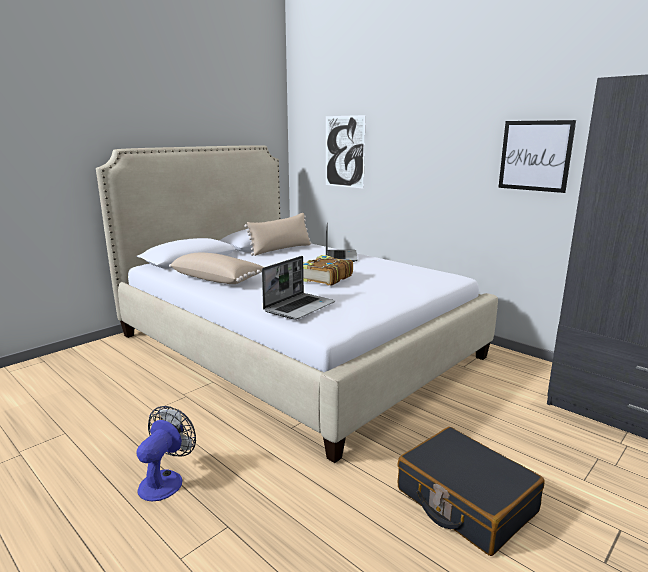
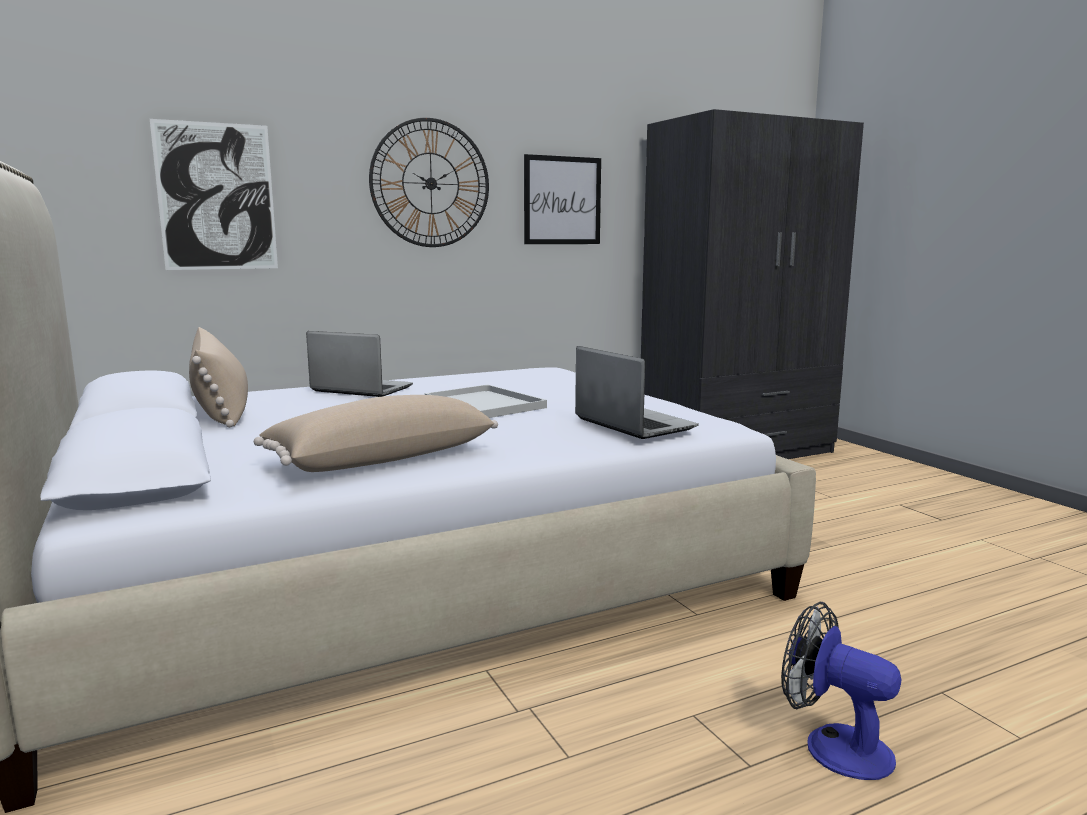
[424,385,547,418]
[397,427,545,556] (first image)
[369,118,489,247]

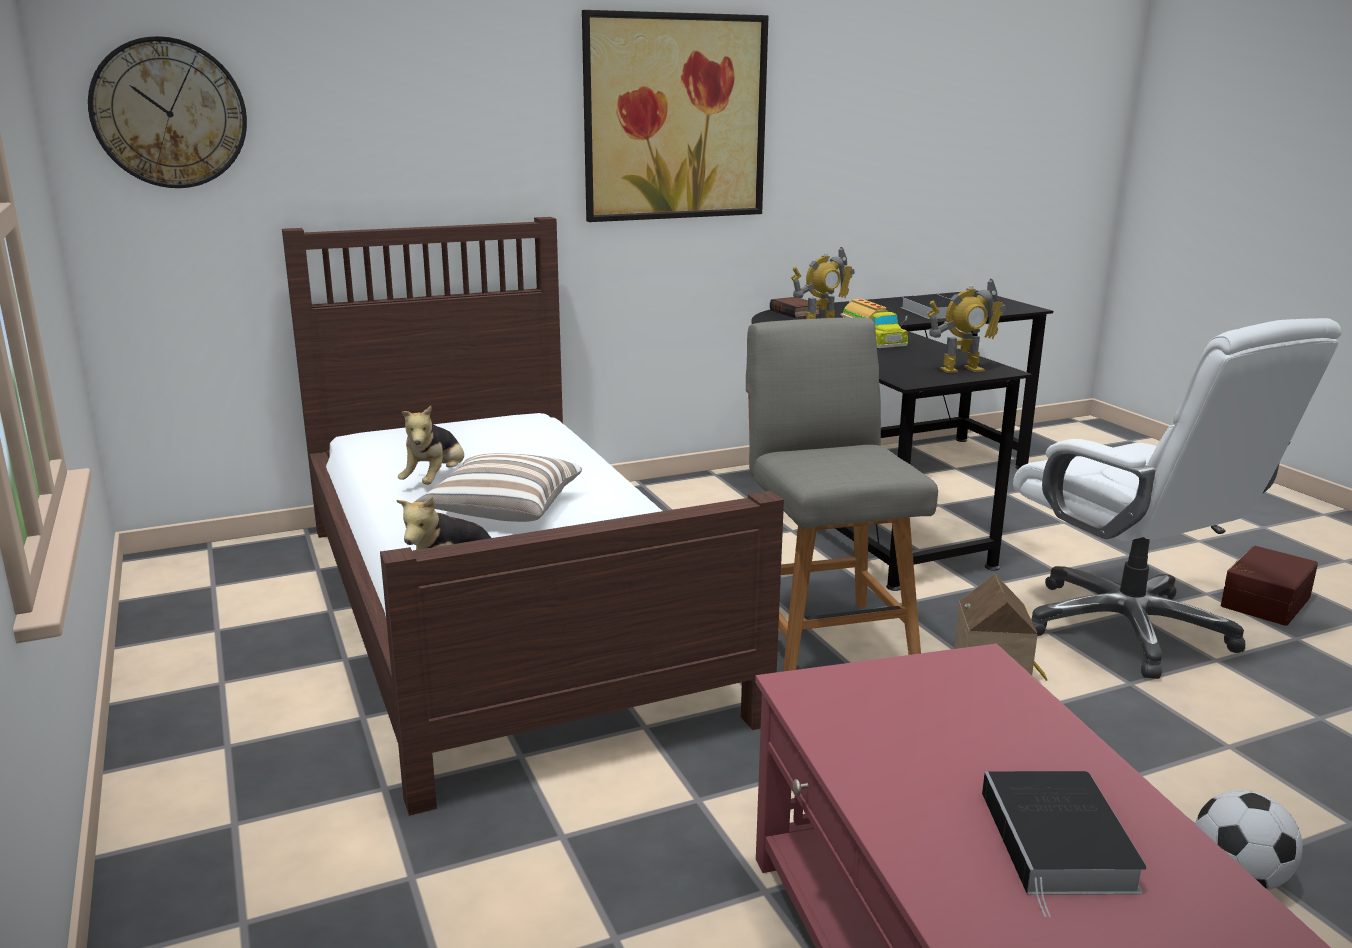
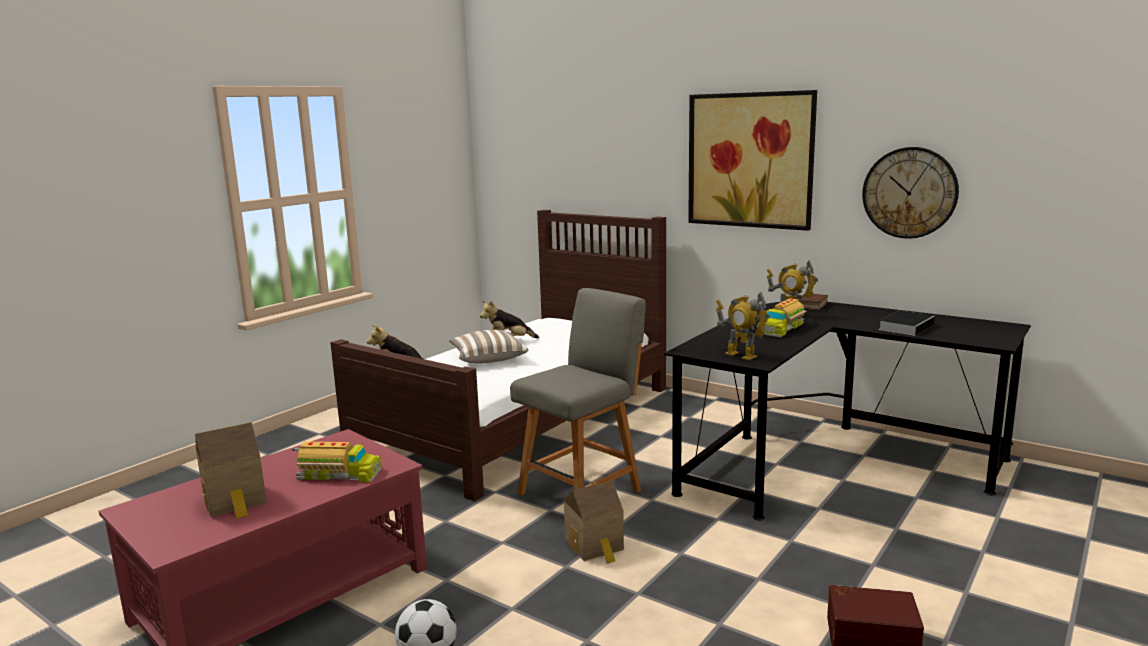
[862,147,959,239]
[195,422,267,519]
[1013,318,1341,679] (first image)
[291,442,382,482]

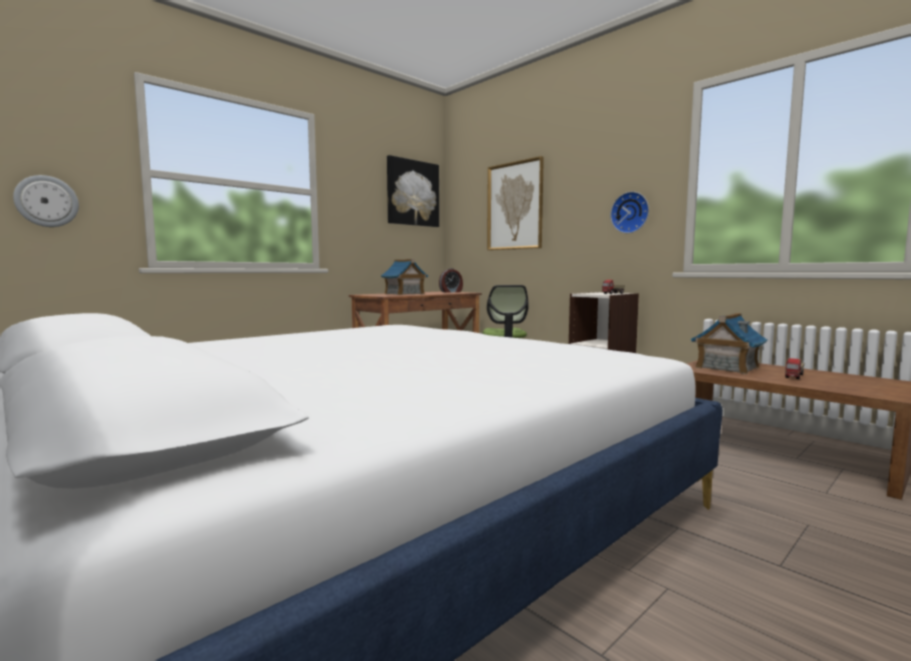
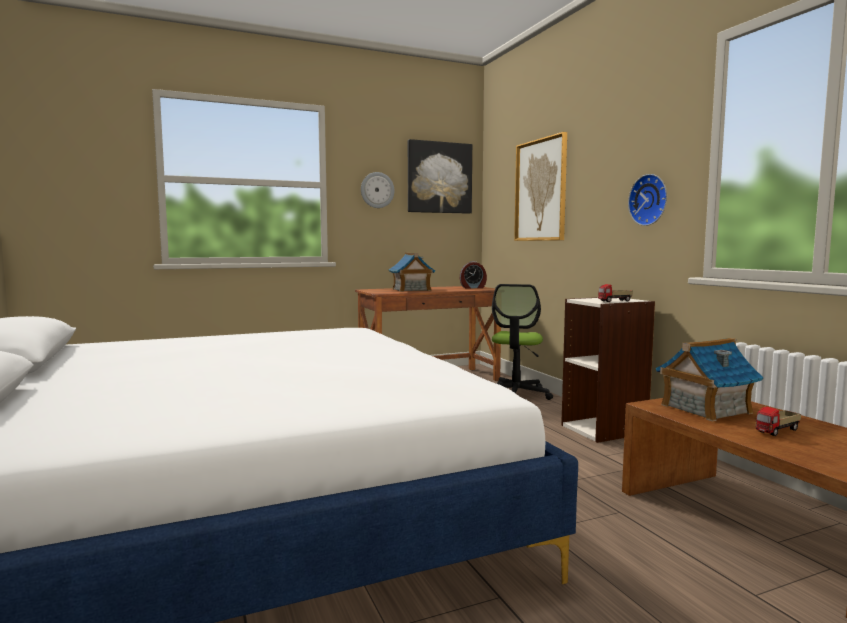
[361,172,394,208]

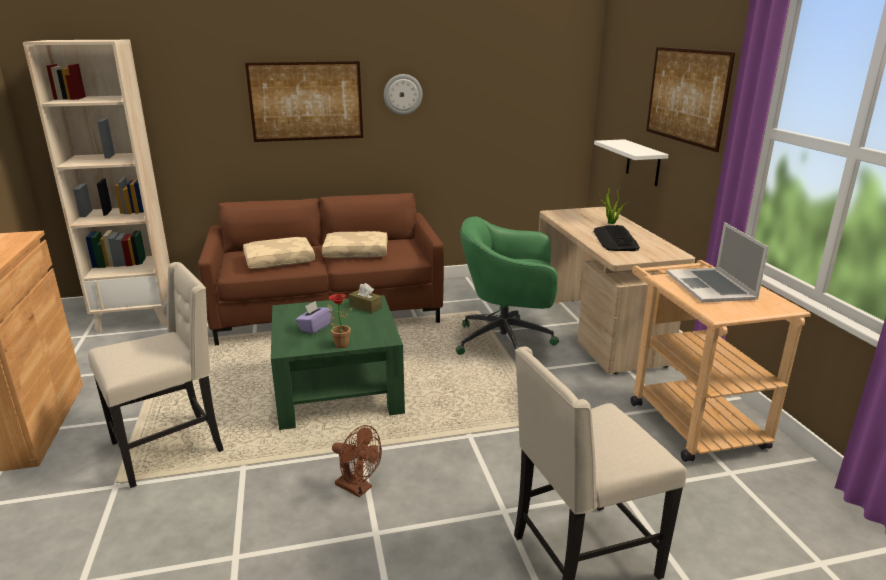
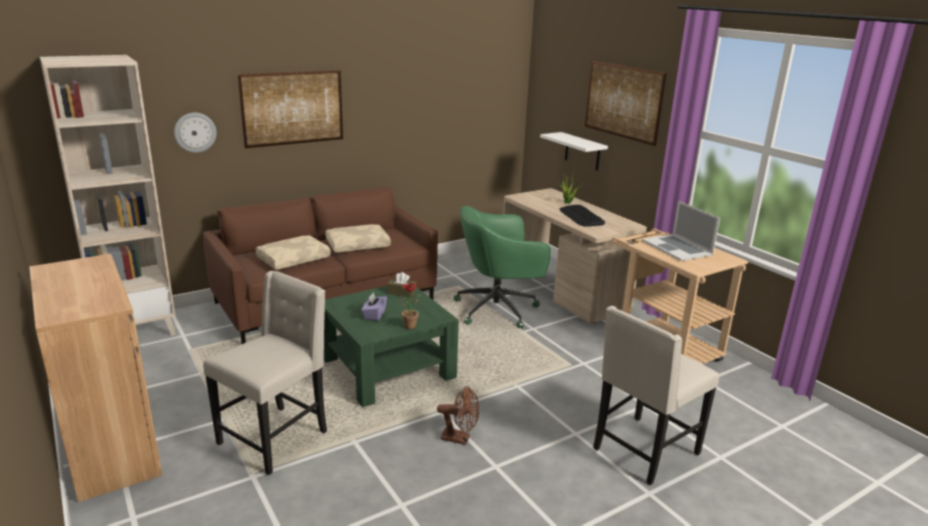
[174,113,216,153]

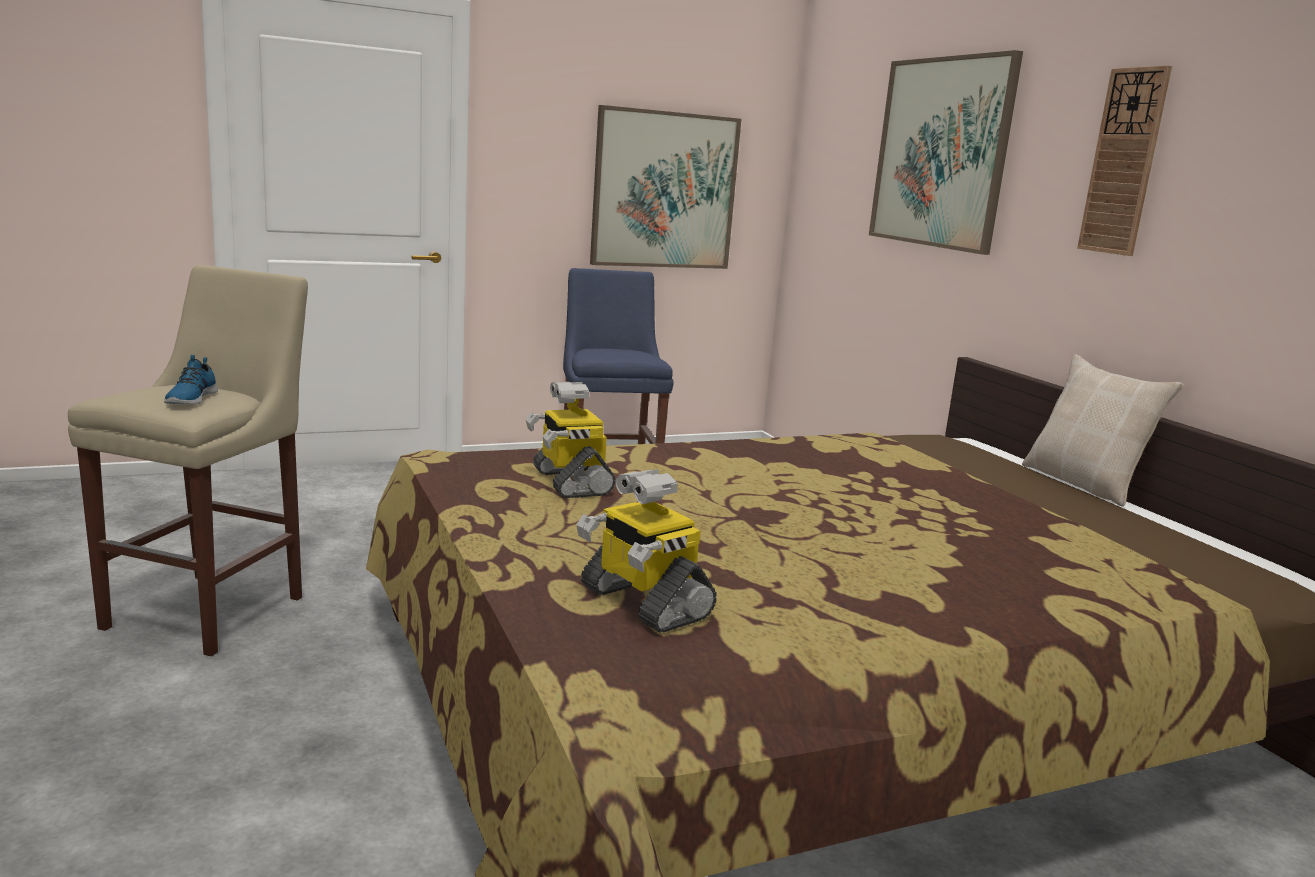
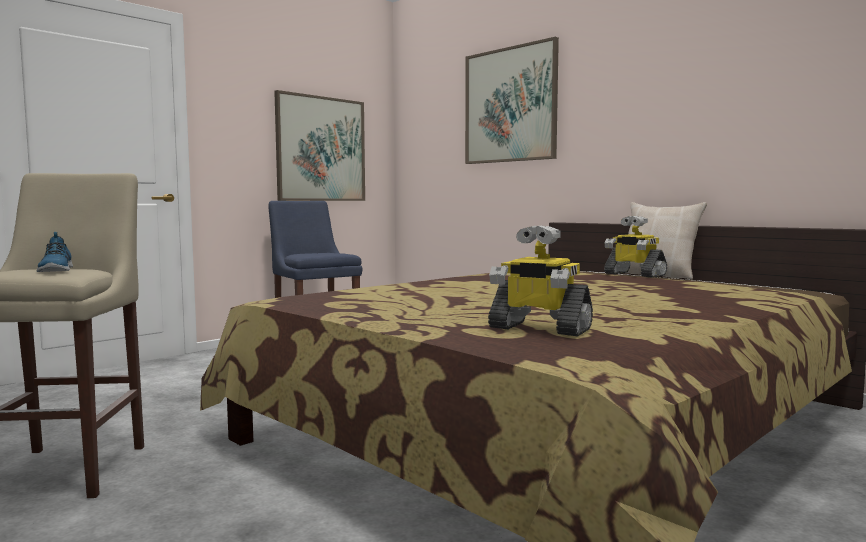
[604,216,667,278]
[1077,65,1172,256] (first image)

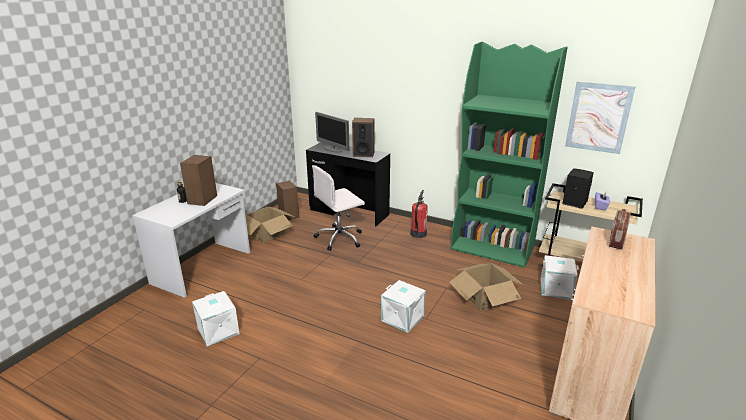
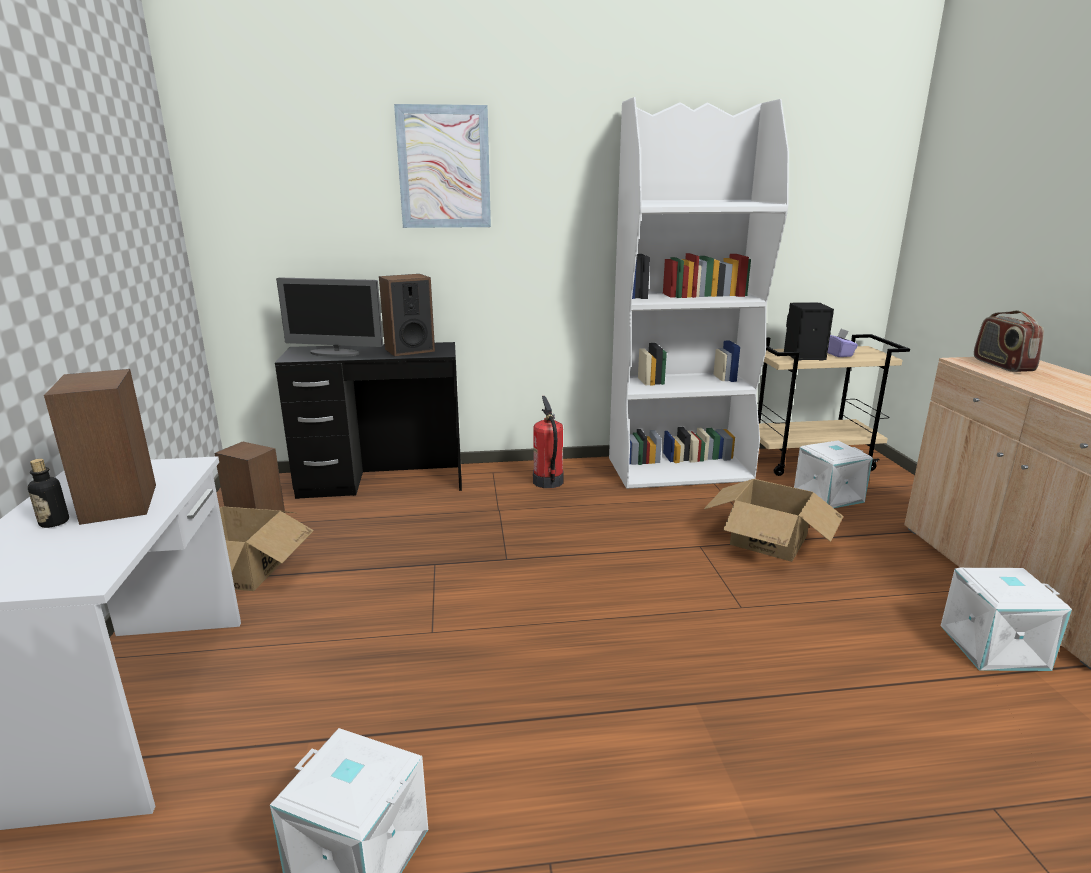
[312,165,365,251] (first image)
[941,568,1072,671]
[609,97,789,489]
[394,104,491,228]

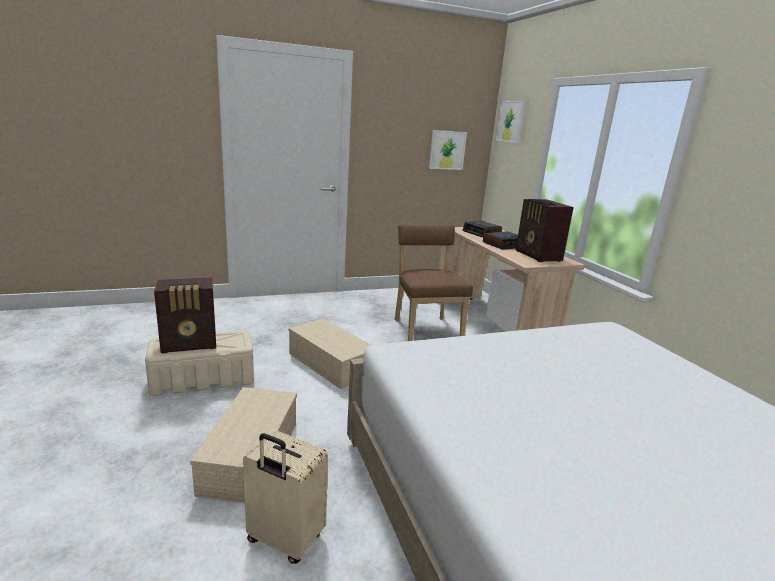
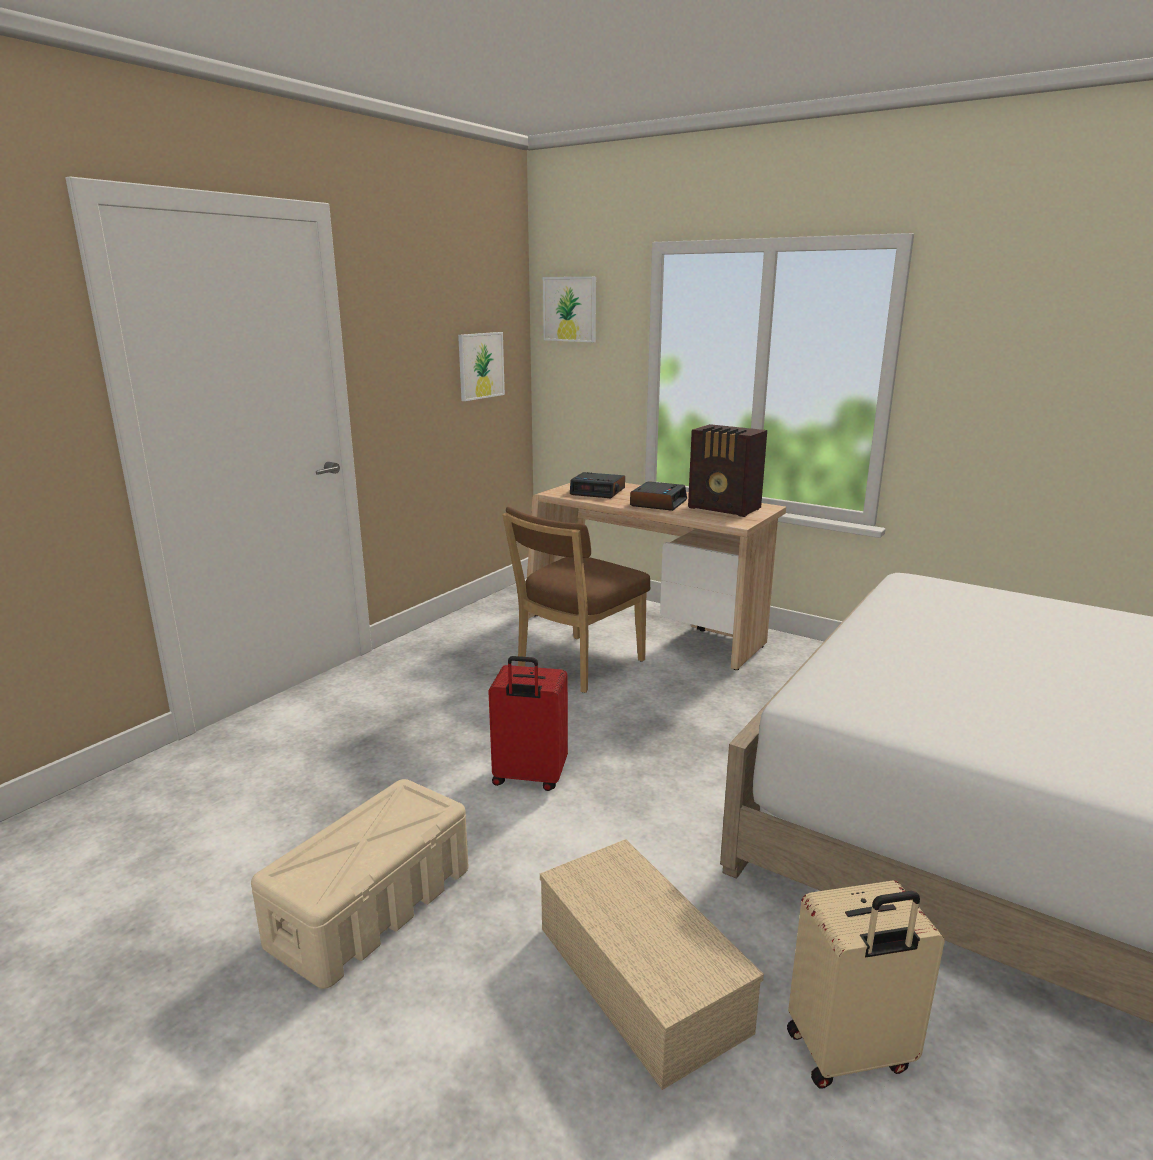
[154,277,216,354] (first image)
[488,656,568,791]
[502,507,651,693]

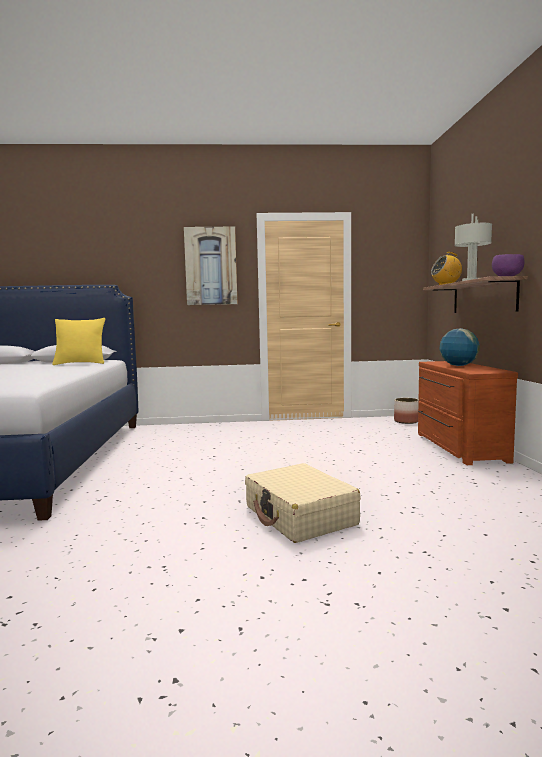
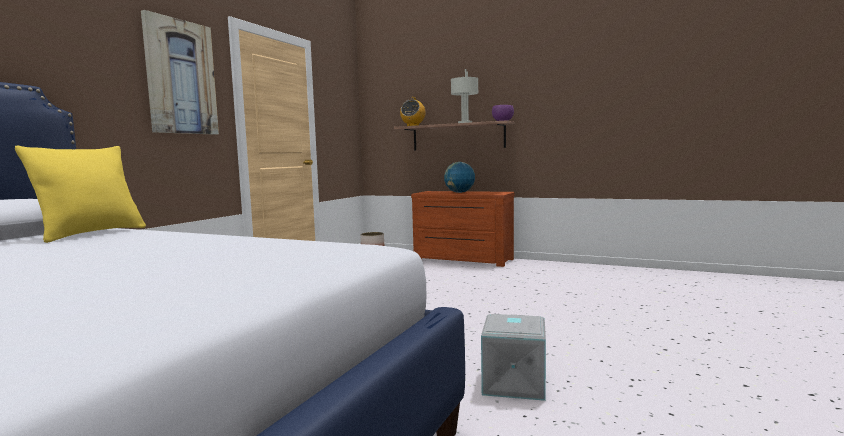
[245,463,361,543] (first image)
[481,314,546,401]

